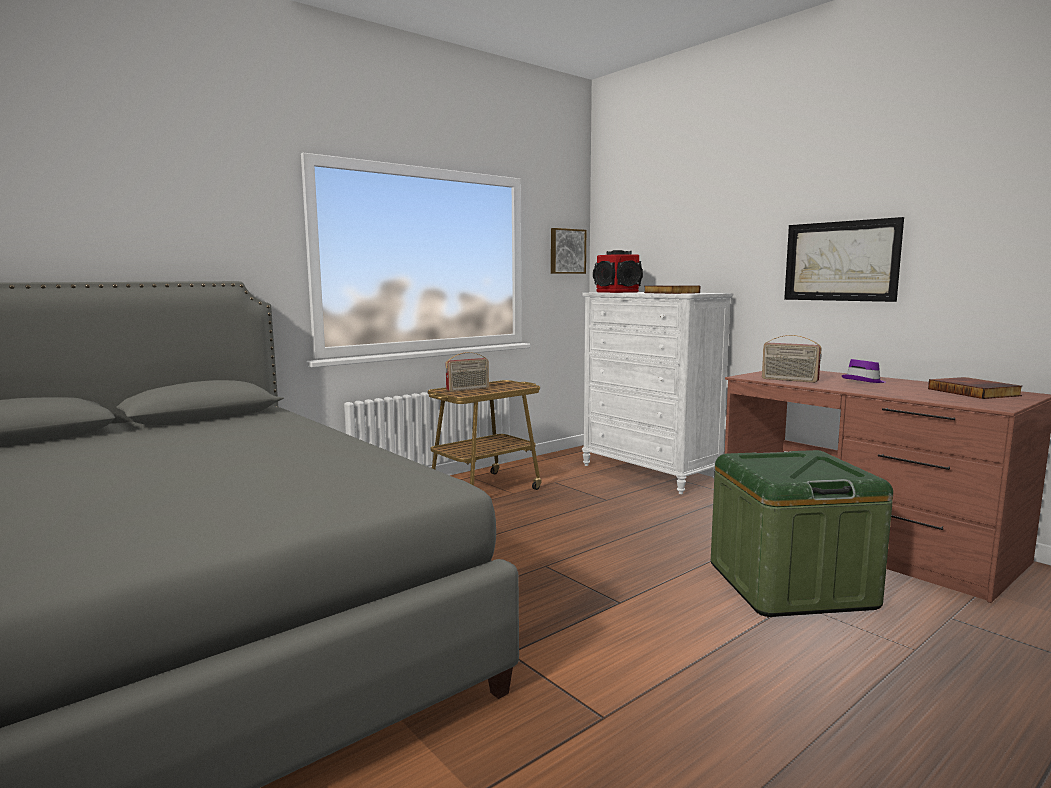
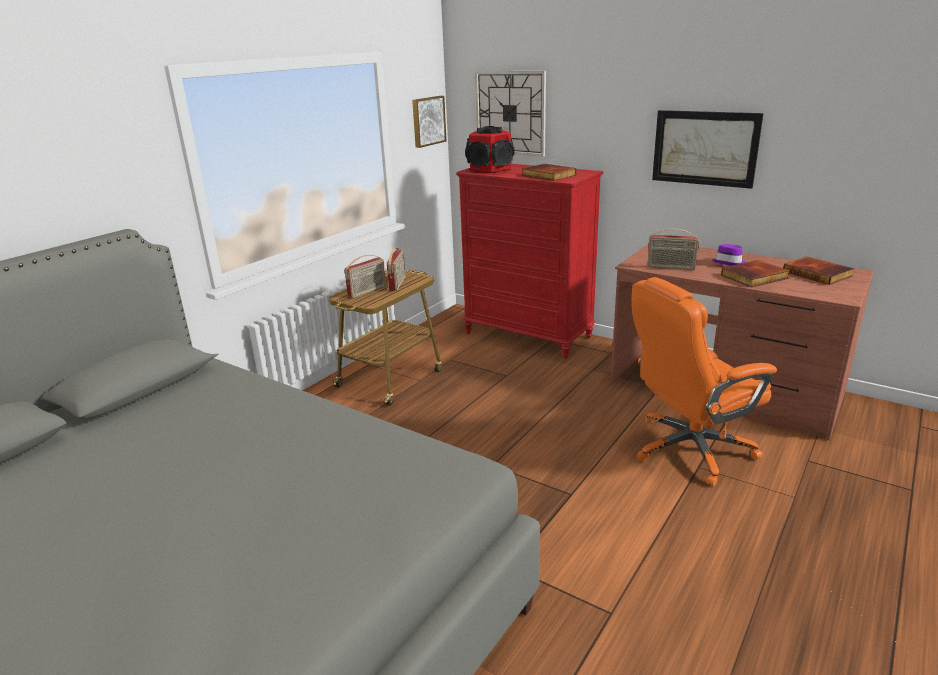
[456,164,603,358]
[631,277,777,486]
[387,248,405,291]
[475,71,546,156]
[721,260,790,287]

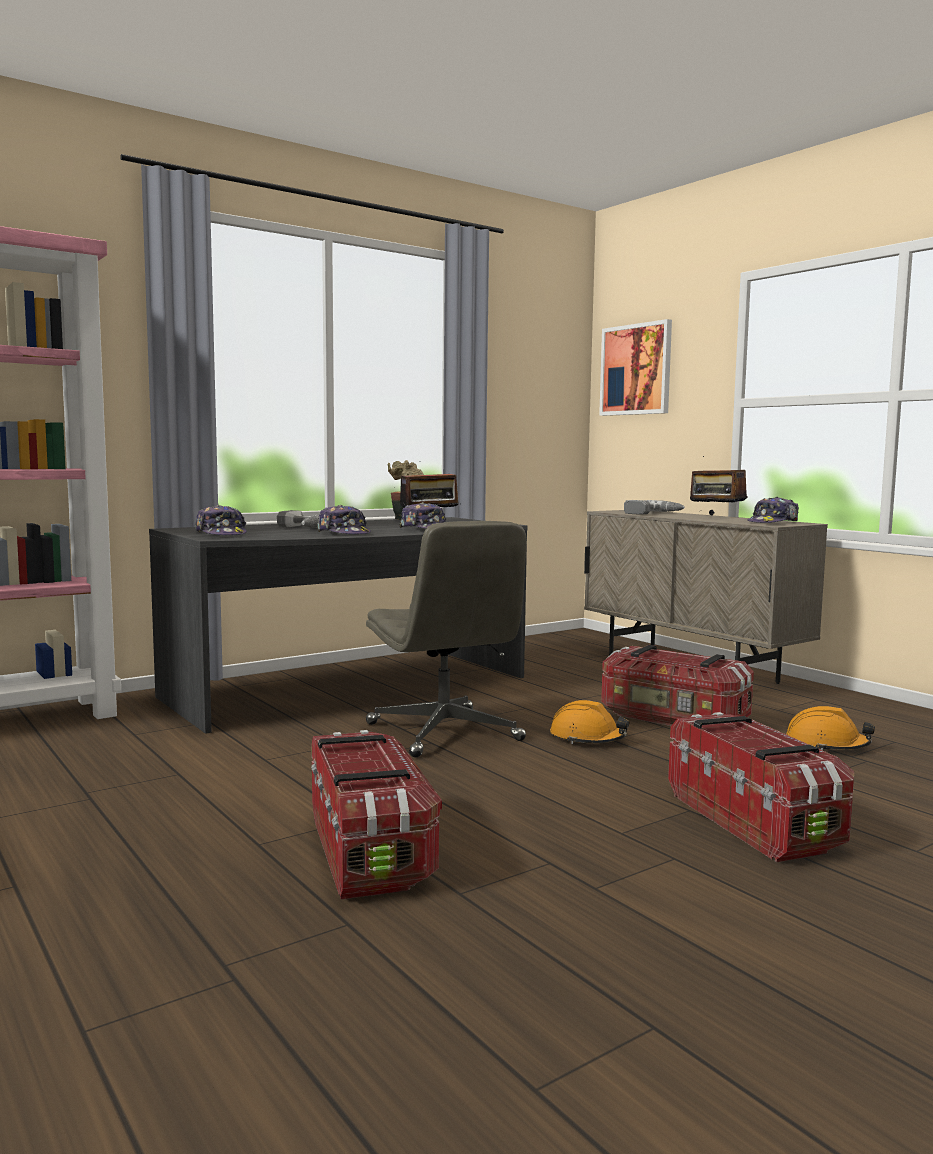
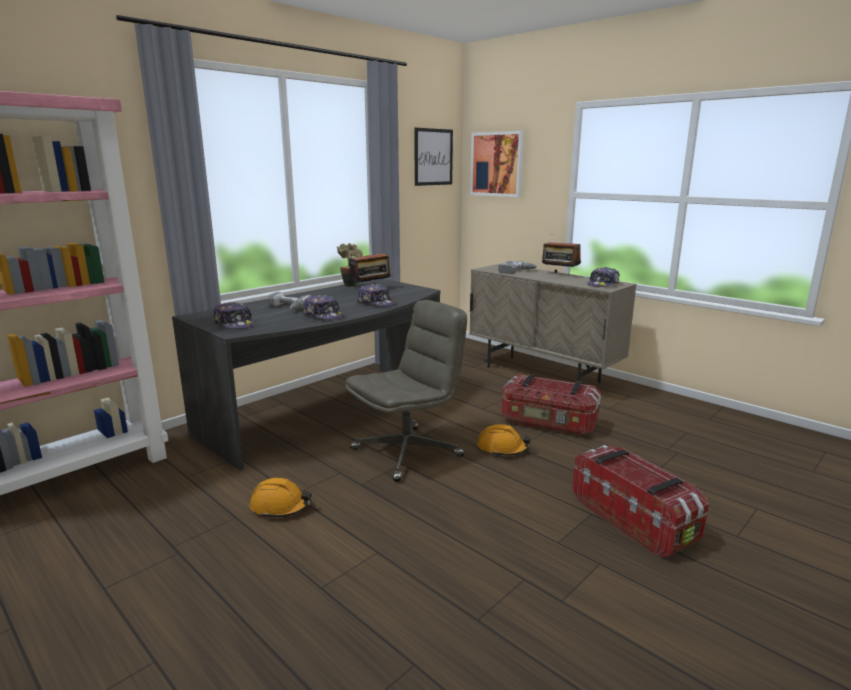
[311,730,442,900] (first image)
[345,300,467,482]
[250,478,312,519]
[414,128,453,186]

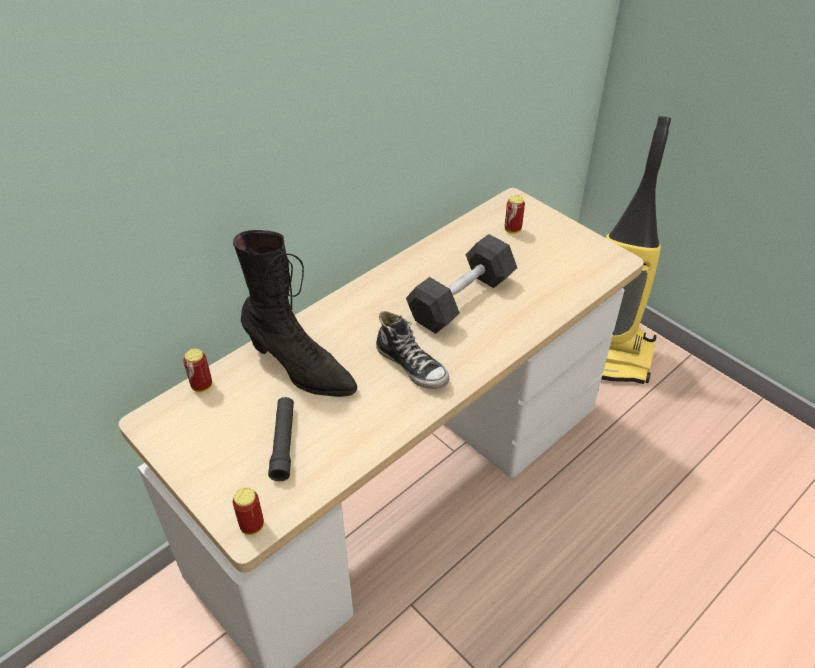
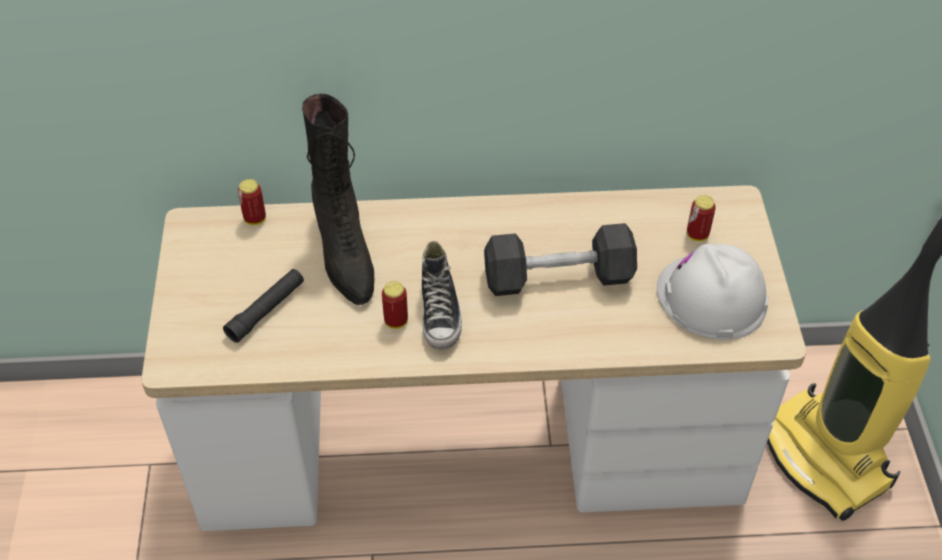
[382,281,408,329]
[657,244,768,340]

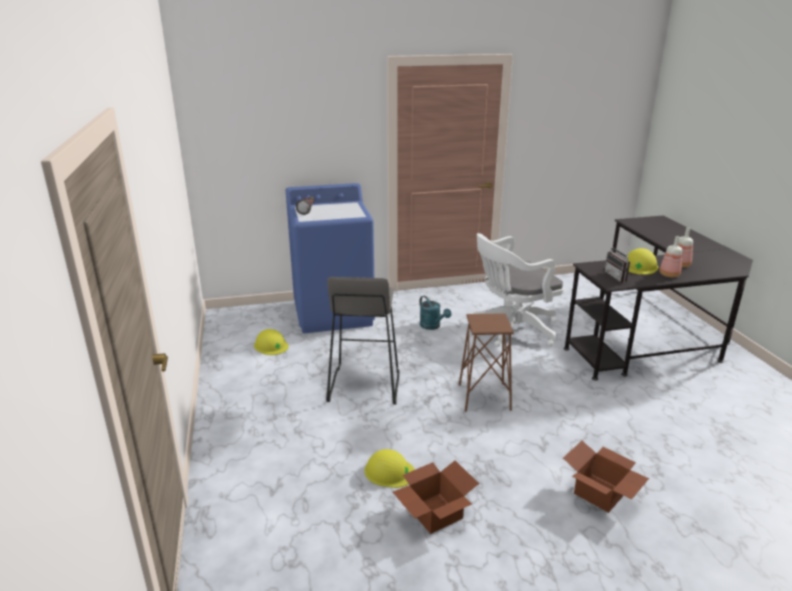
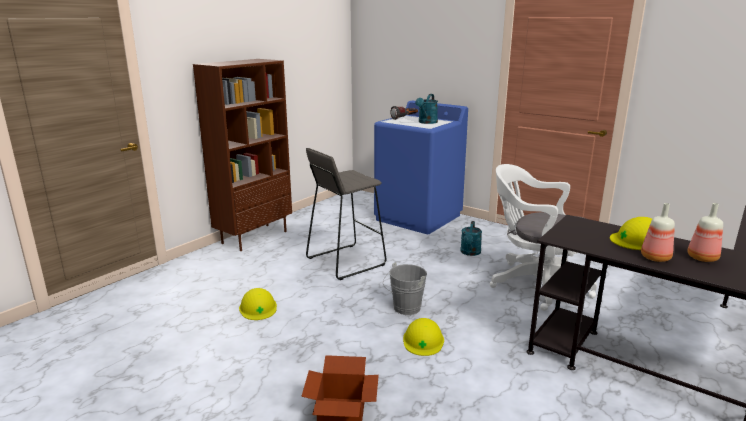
[403,318,444,356]
[393,460,479,534] (first image)
[383,262,427,315]
[605,246,630,283] (first image)
[193,59,292,251]
[415,94,438,124]

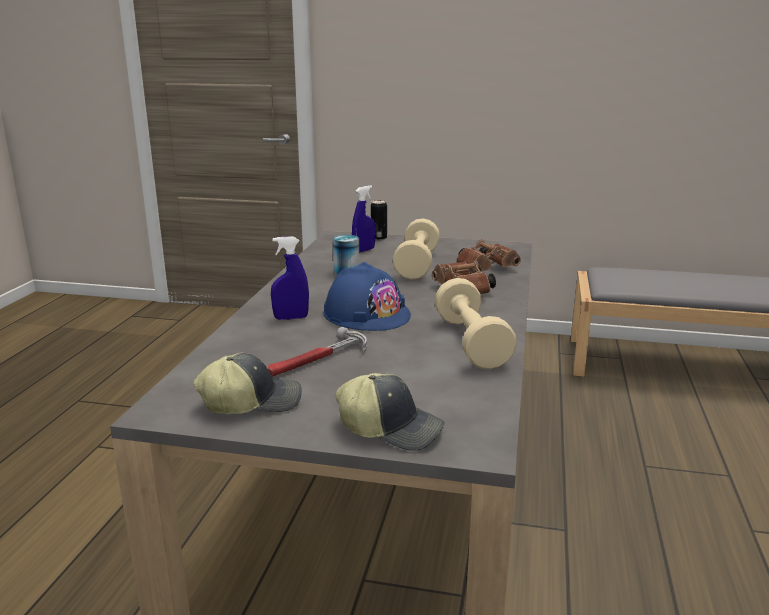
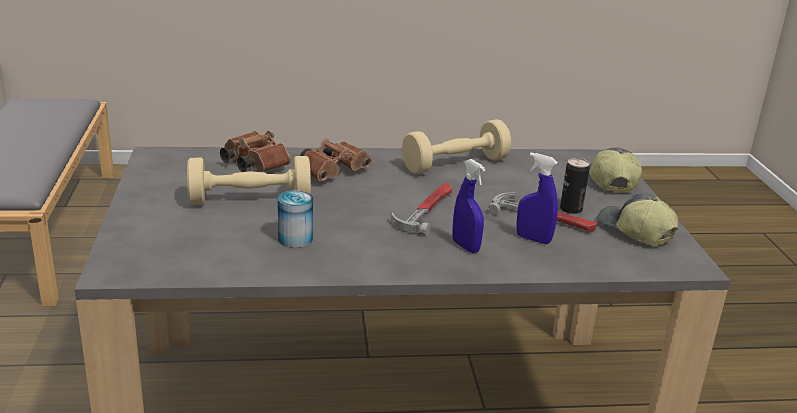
[391,183,452,236]
[517,153,558,244]
[560,158,590,214]

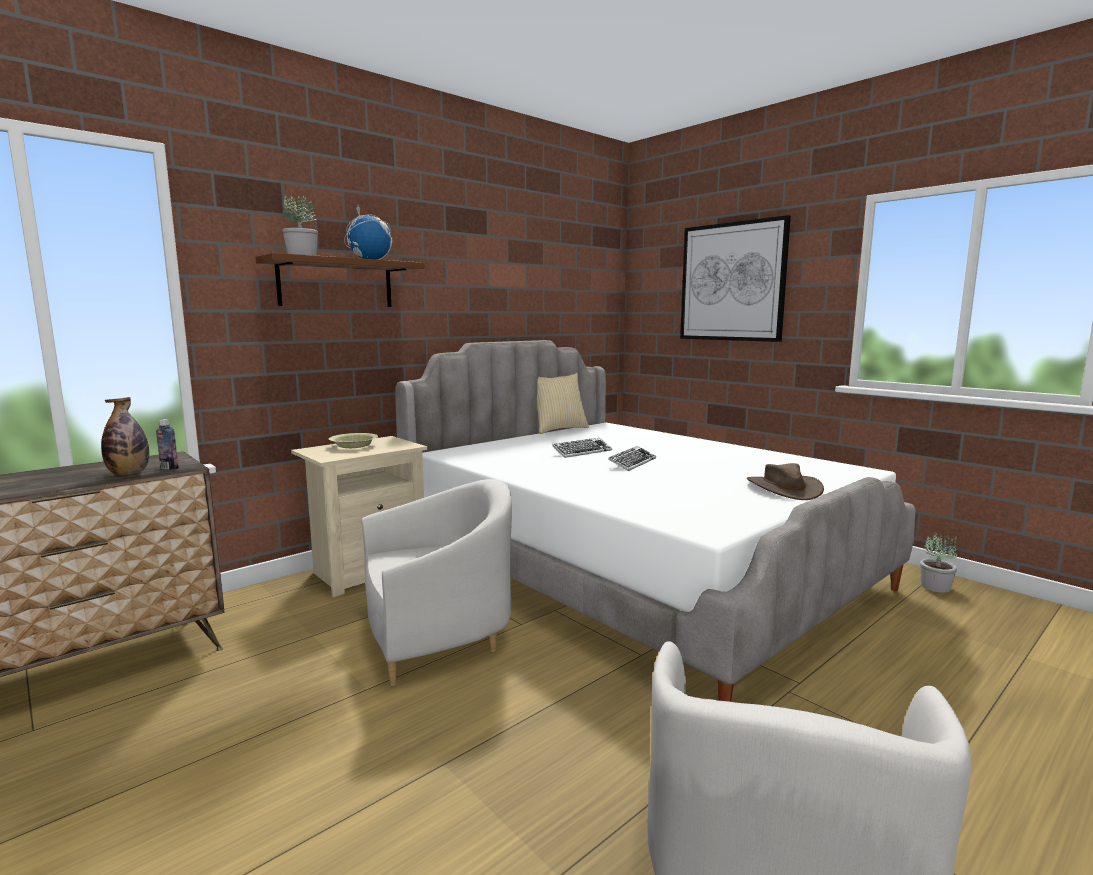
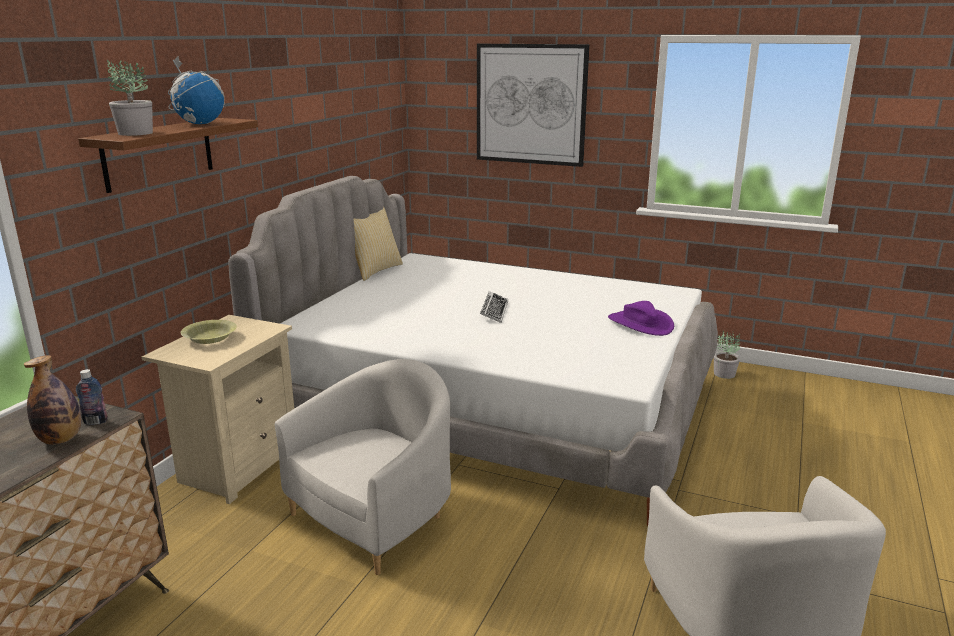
[552,438,612,458] (first image)
[608,301,674,336]

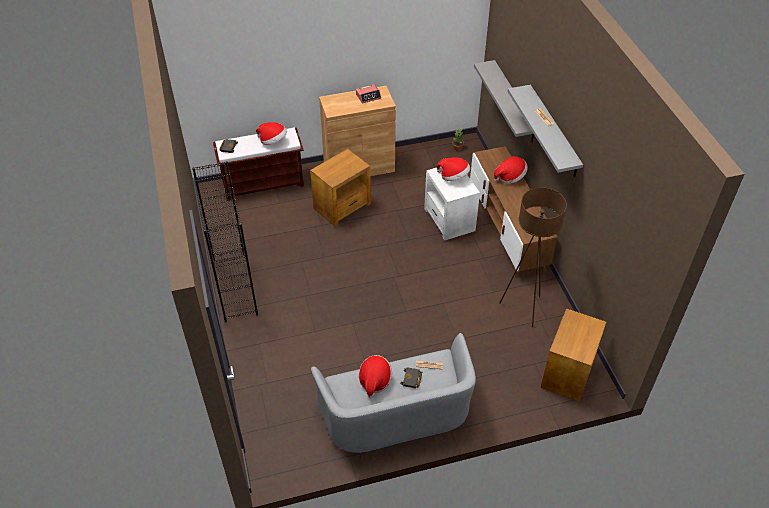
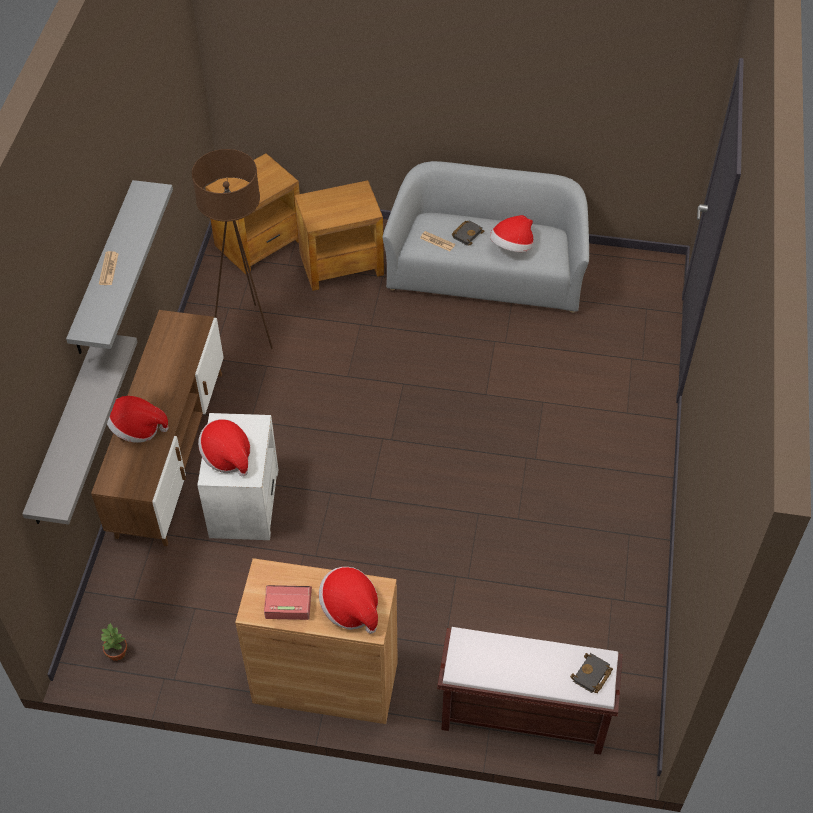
[192,161,258,322] (first image)
[319,567,378,634]
[294,180,384,291]

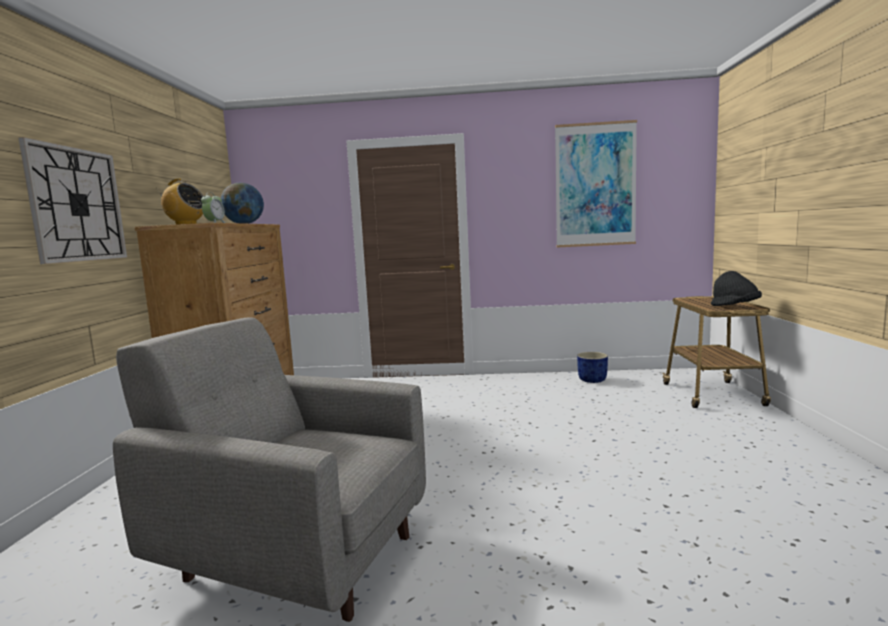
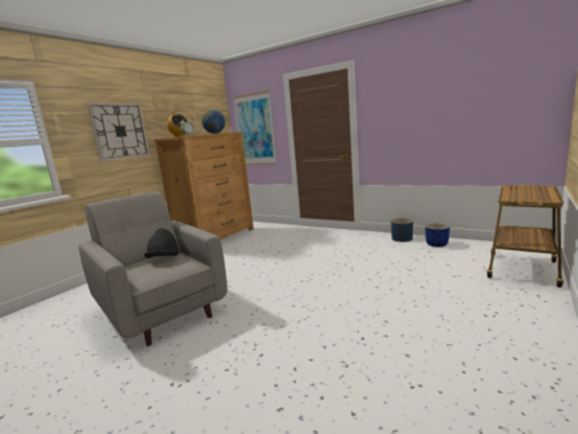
[233,91,277,165]
[144,228,179,258]
[391,218,413,242]

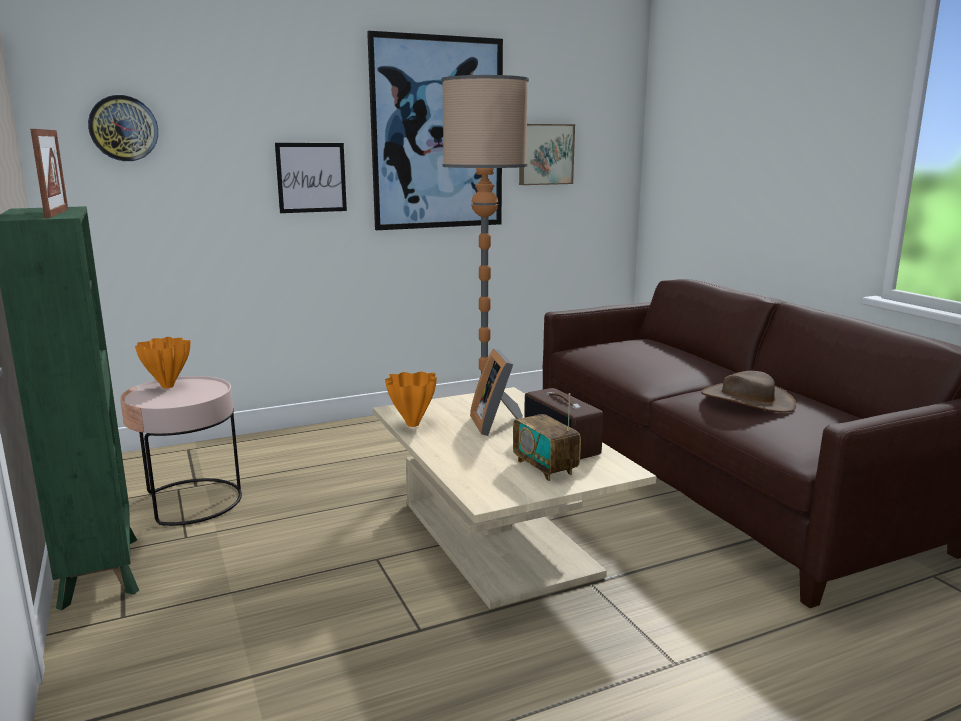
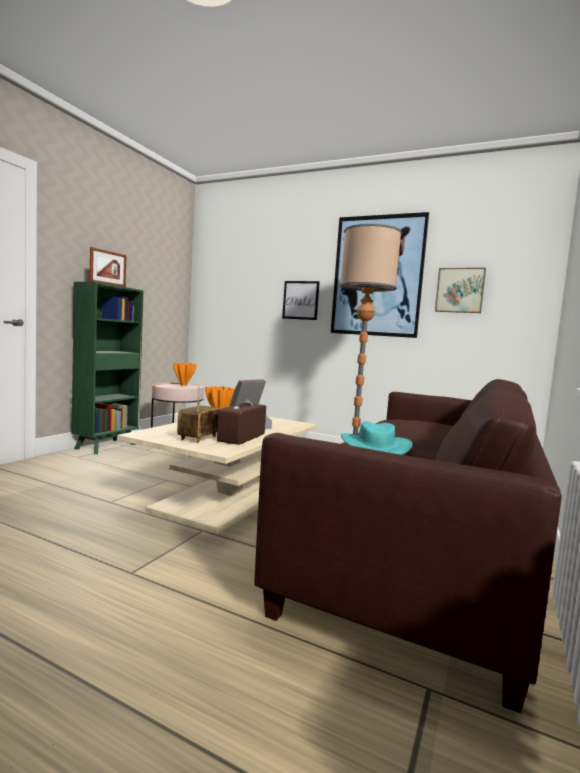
[88,95,158,161] (first image)
[341,421,412,455]

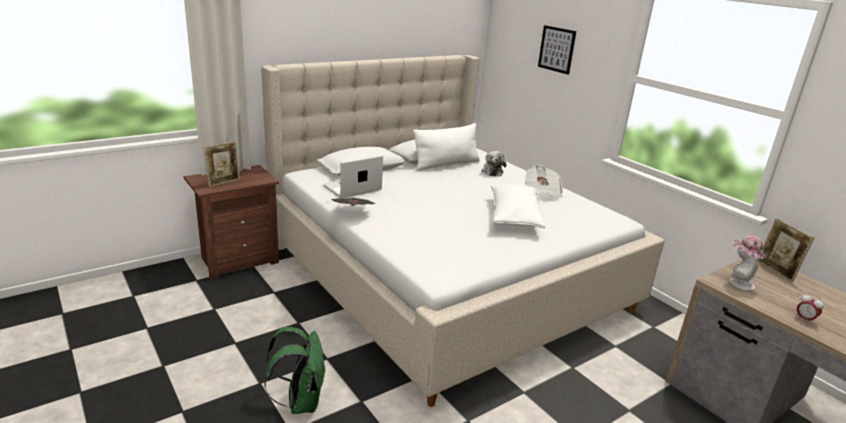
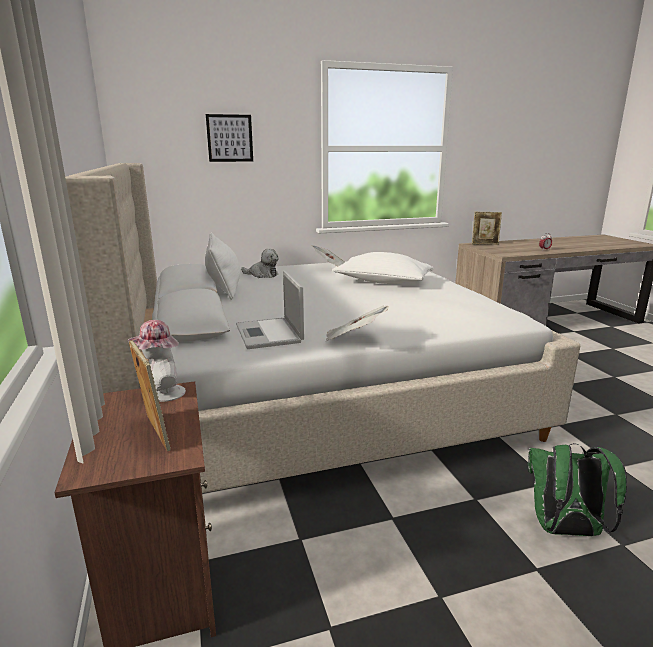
[128,320,186,402]

